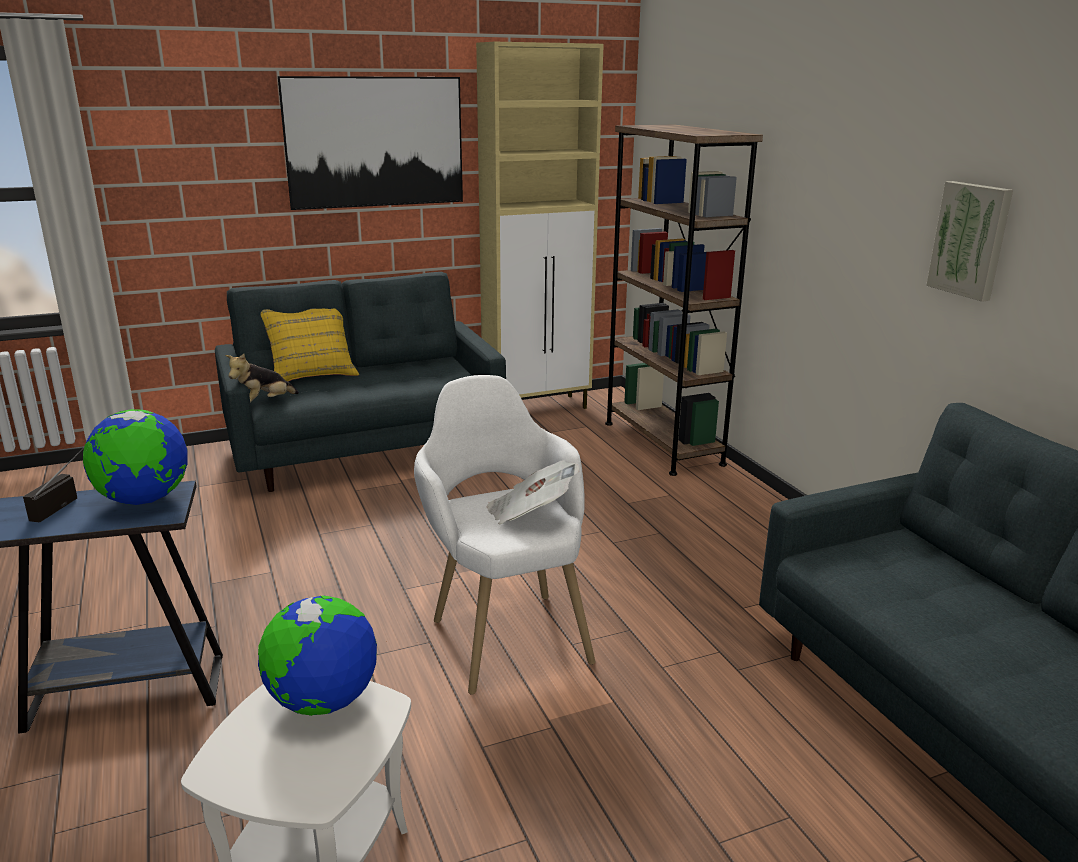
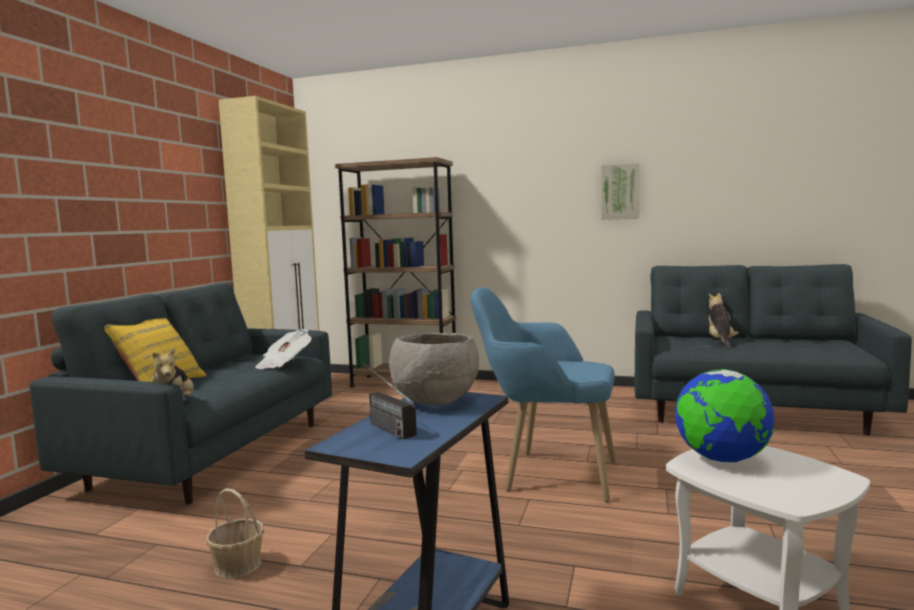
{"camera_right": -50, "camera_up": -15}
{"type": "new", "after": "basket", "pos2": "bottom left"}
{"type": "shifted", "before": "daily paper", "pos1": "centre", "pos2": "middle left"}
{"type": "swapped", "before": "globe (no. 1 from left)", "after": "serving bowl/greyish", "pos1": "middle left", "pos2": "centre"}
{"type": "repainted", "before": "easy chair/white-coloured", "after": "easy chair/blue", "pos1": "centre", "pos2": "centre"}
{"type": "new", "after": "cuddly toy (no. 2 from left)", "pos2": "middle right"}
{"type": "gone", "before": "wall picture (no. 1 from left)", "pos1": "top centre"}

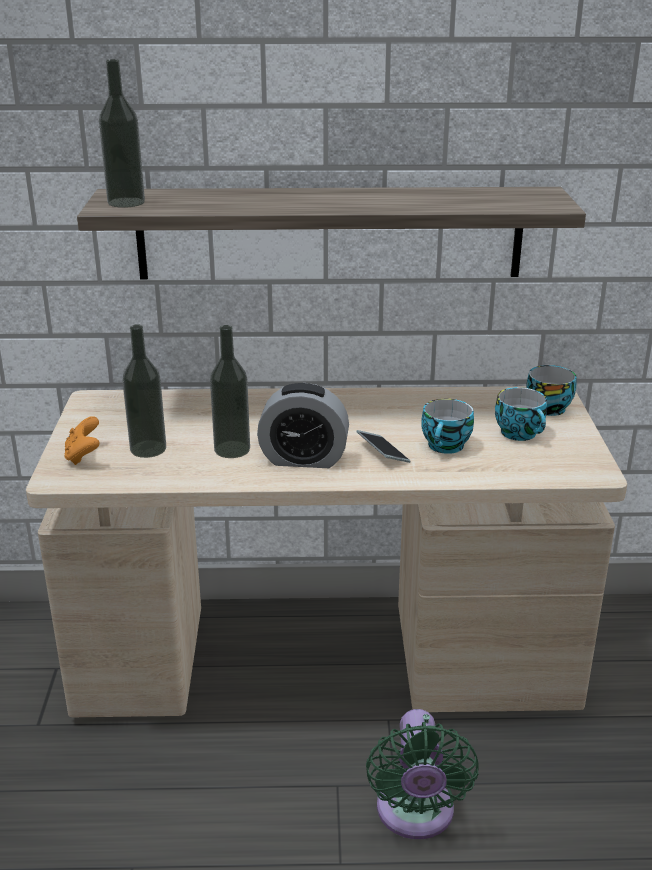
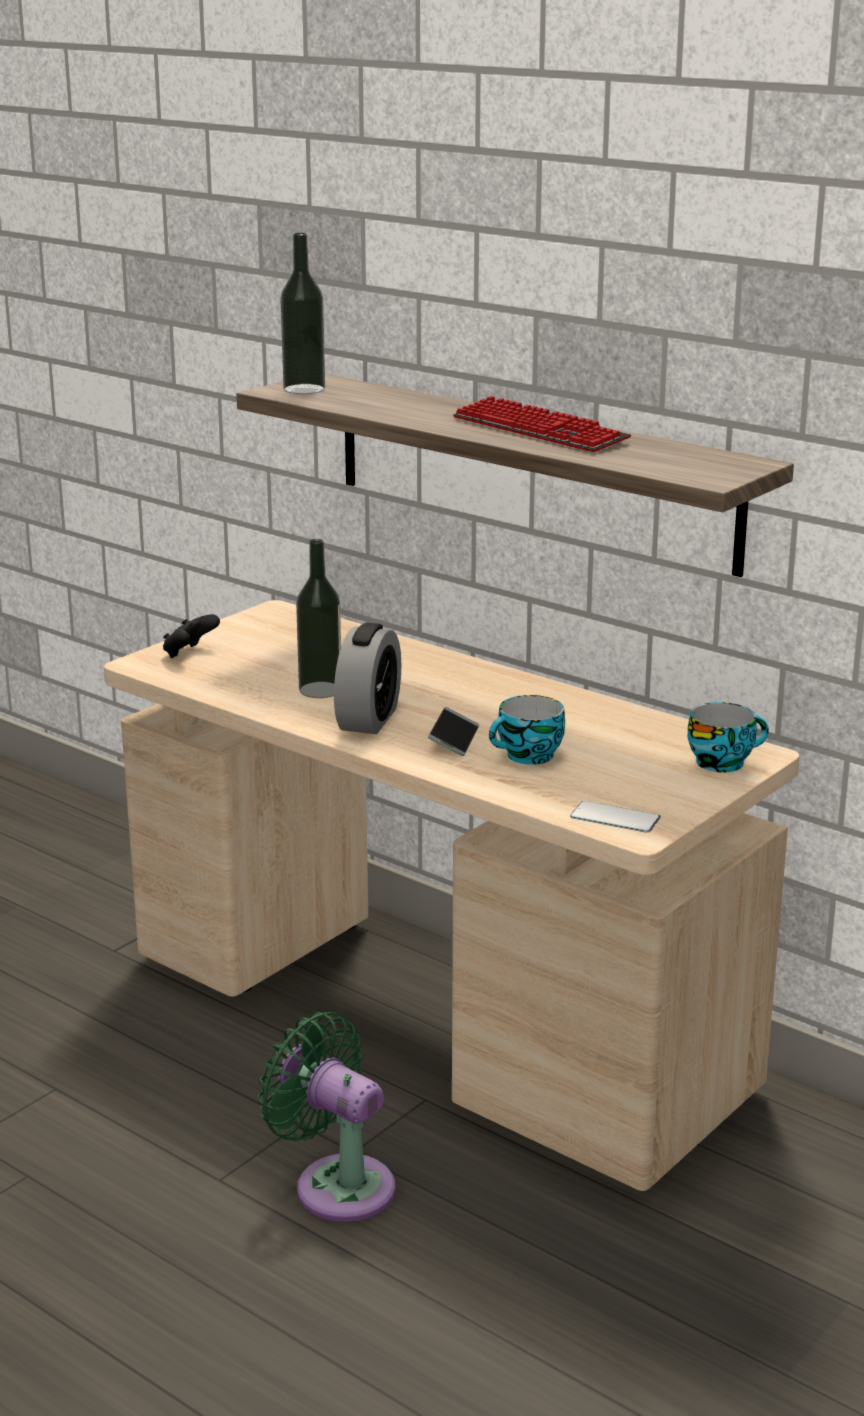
{"camera_right": 40, "camera_up": -5}
{"type": "repainted", "before": "gamepad/orange-coloured", "after": "gamepad/black", "pos1": "middle left", "pos2": "middle left"}
{"type": "rotated", "before": "cooling fan/green", "pos1": "bottom centre", "pos2": "bottom centre", "turn": 90}
{"type": "rotated", "before": "alarm clock", "pos1": "centre", "pos2": "centre", "turn": -120}
{"type": "new", "after": "PC keyboard", "pos2": "top centre"}
{"type": "new", "after": "handset (no. 2 from left)", "pos2": "middle right"}
{"type": "gone", "before": "drink bottle (no. 2 from left)", "pos1": "middle left"}
{"type": "gone", "before": "small cup (no. 2 from left)", "pos1": "middle right"}

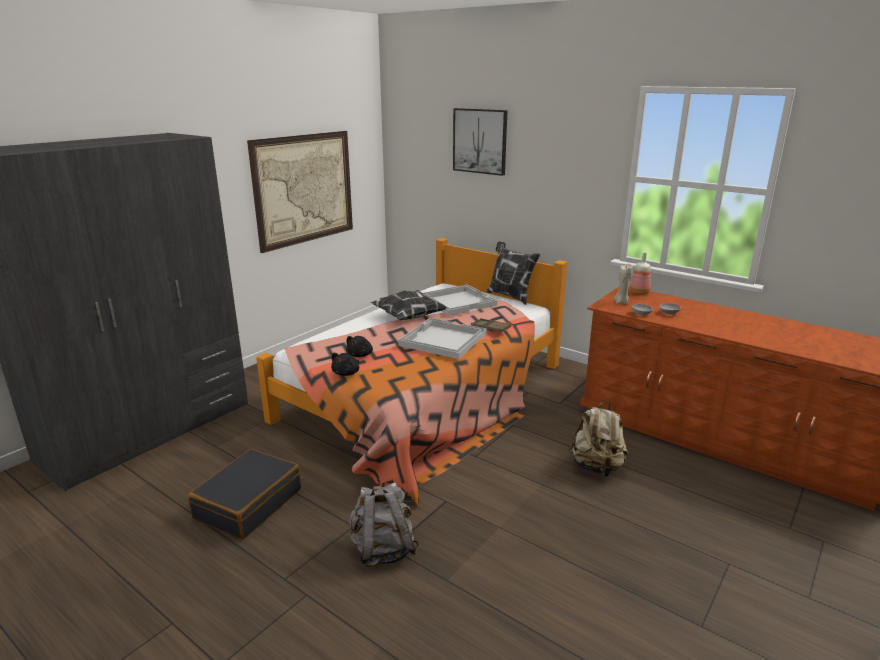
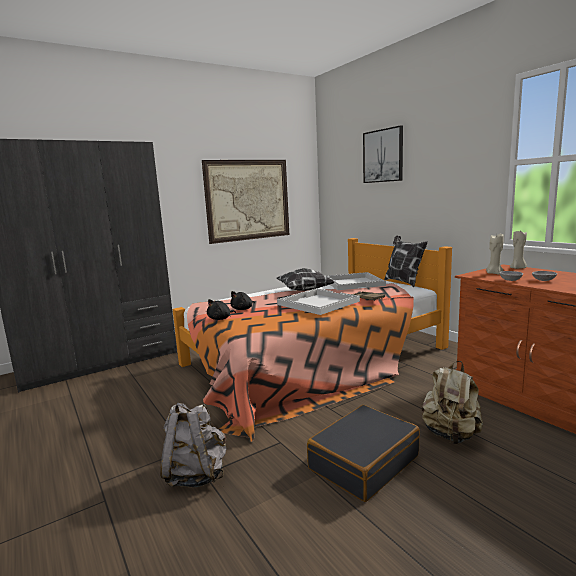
{"camera_right": 20, "camera_up": -10}
{"type": "shifted", "before": "suitcase/black", "pos1": "bottom left", "pos2": "bottom centre"}
{"type": "swapped", "before": "drink bottle", "after": "candle/beige (no. 2 from left)", "pos1": "middle right", "pos2": "middle right"}

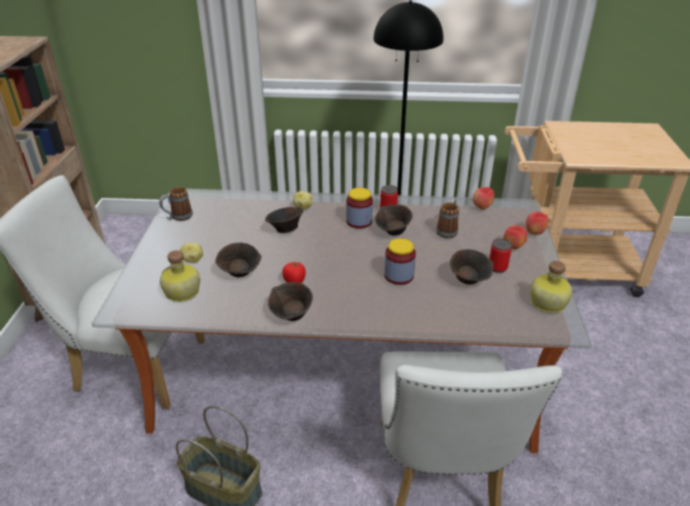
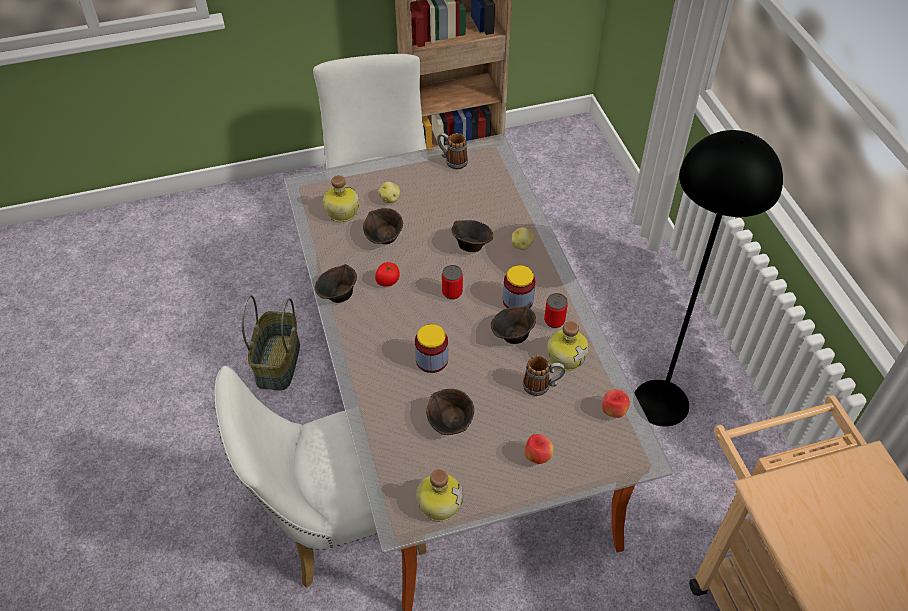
{"camera_right": 70, "camera_up": 15}
{"type": "shifted", "before": "sealed can (no. 2 from left in the first image)", "after": "sealed can (no. 1 from left)", "pos1": "middle right", "pos2": "centre"}
{"type": "new", "after": "drink bottle (no. 3 from left)", "pos2": "centre"}
{"type": "gone", "before": "whole apple (no. 3 from left)", "pos1": "middle right"}

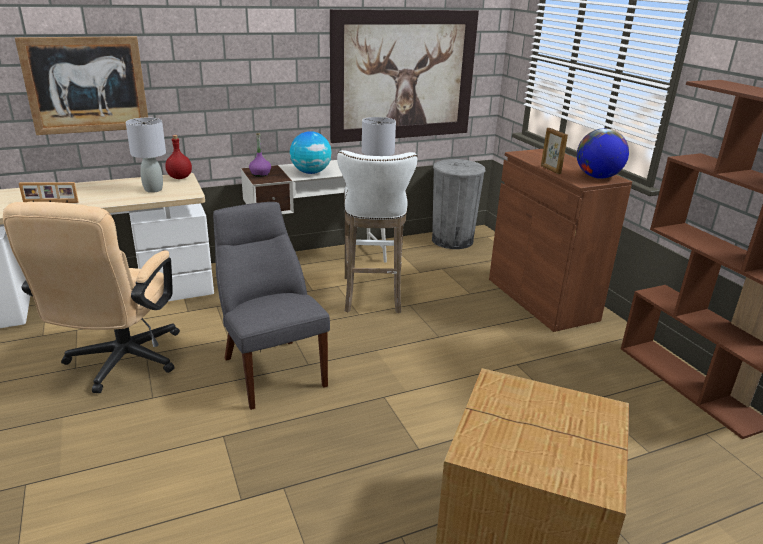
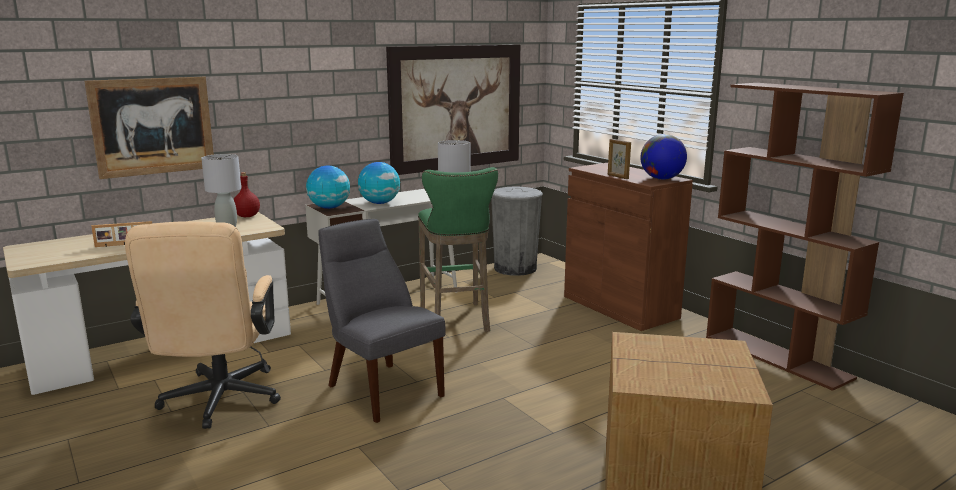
{"camera_right": -10, "camera_up": -10}
{"type": "swapped", "before": "drink bottle/purple-coloured", "after": "globe (no. 1 from left)", "pos1": "top centre", "pos2": "centre"}
{"type": "repainted", "before": "stool/white-coloured", "after": "stool/green", "pos1": "centre", "pos2": "centre"}

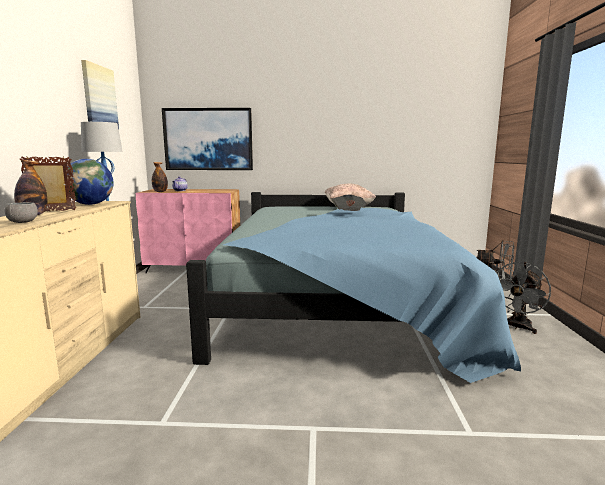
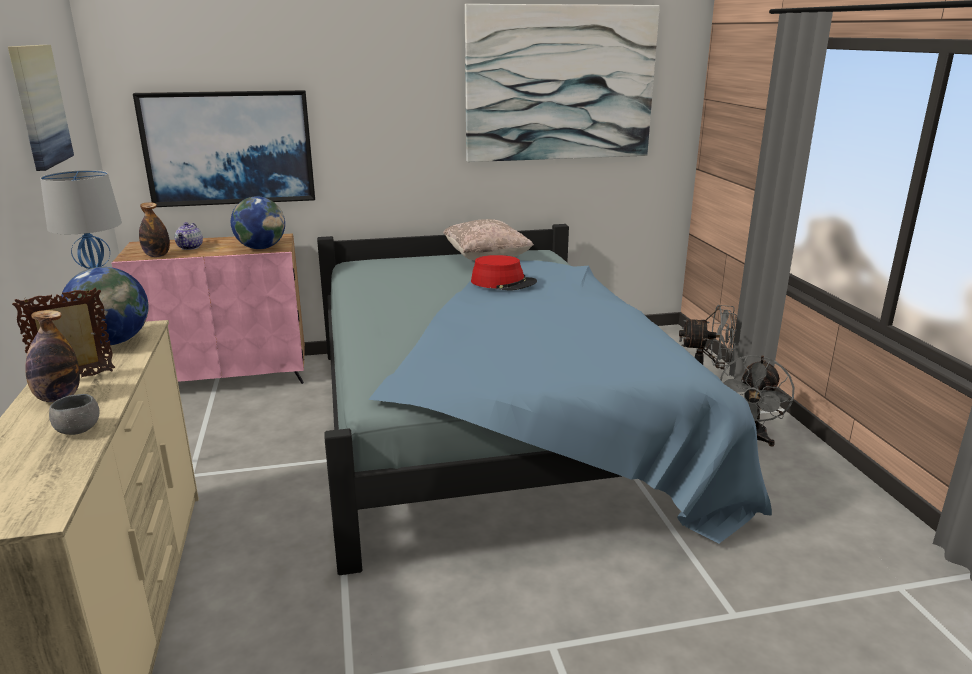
{"camera_right": -15, "camera_up": 10}
{"type": "new", "after": "globe (no. 2 from left)", "pos2": "top left"}
{"type": "new", "after": "wall picture (no. 3 from left)", "pos2": "top centre"}
{"type": "swapped", "before": "daily paper", "after": "hat/red-coloured", "pos1": "centre", "pos2": "centre"}

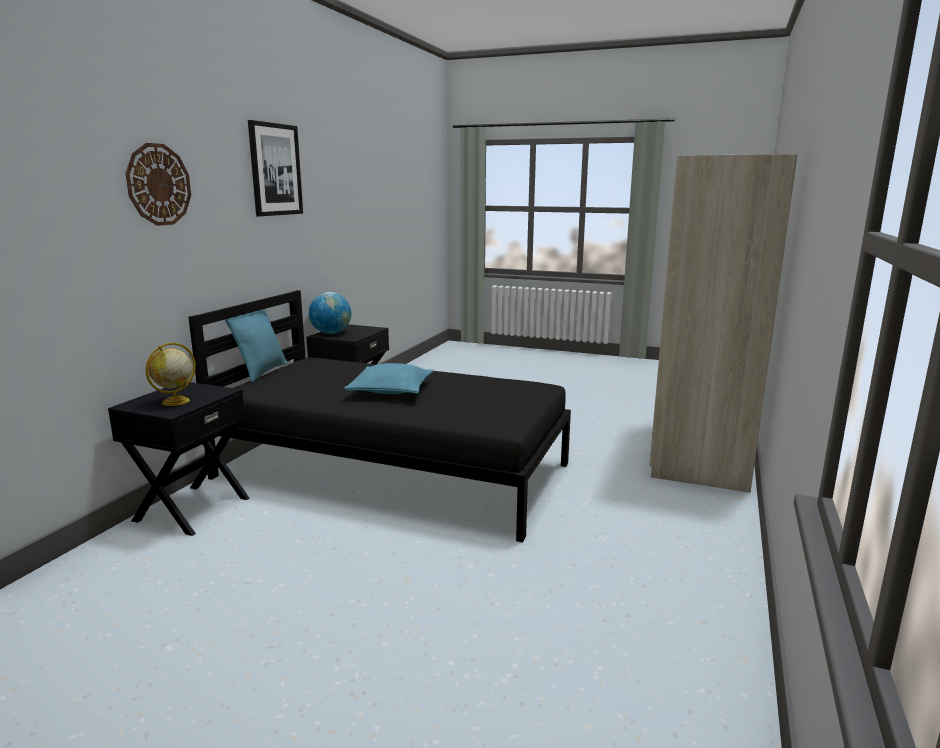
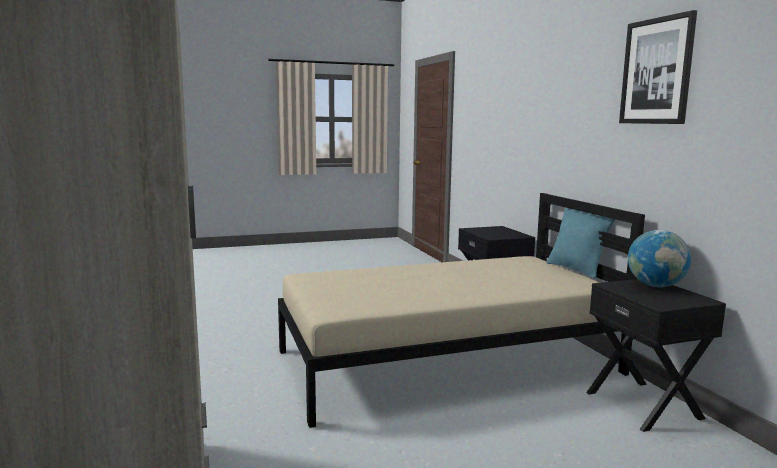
{"camera_right": 140, "camera_up": -5}
{"type": "repainted", "before": "bed/black", "after": "bed/beige", "pos1": "centre", "pos2": "centre"}
{"type": "gone", "before": "hanging clock", "pos1": "top left"}
{"type": "gone", "before": "globe (no. 1 from left)", "pos1": "middle left"}
{"type": "gone", "before": "cushion/turquoise-coloured (no. 2 from left)", "pos1": "centre"}

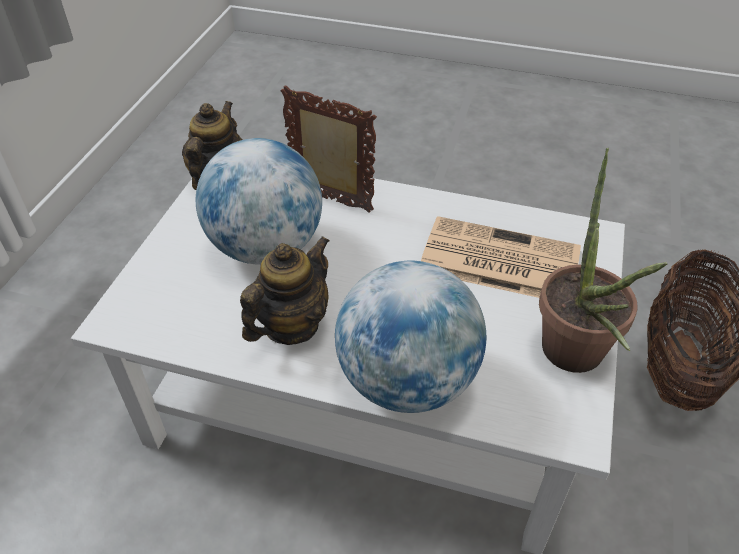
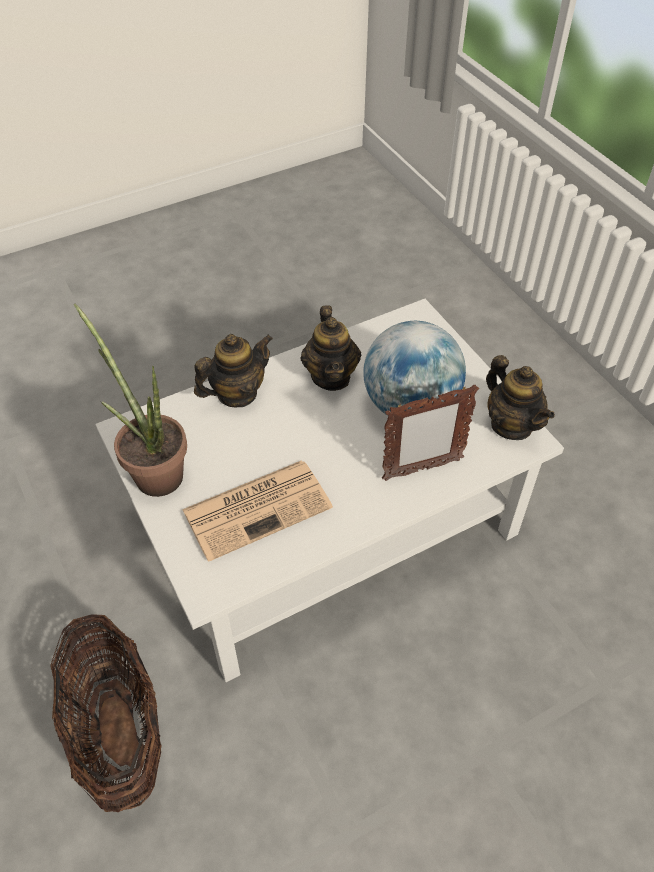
{"camera_right": 135, "camera_up": 5}
{"type": "swapped", "before": "globe (no. 2 from left)", "after": "pot for tea (no. 1 from left)", "pos1": "centre", "pos2": "centre"}

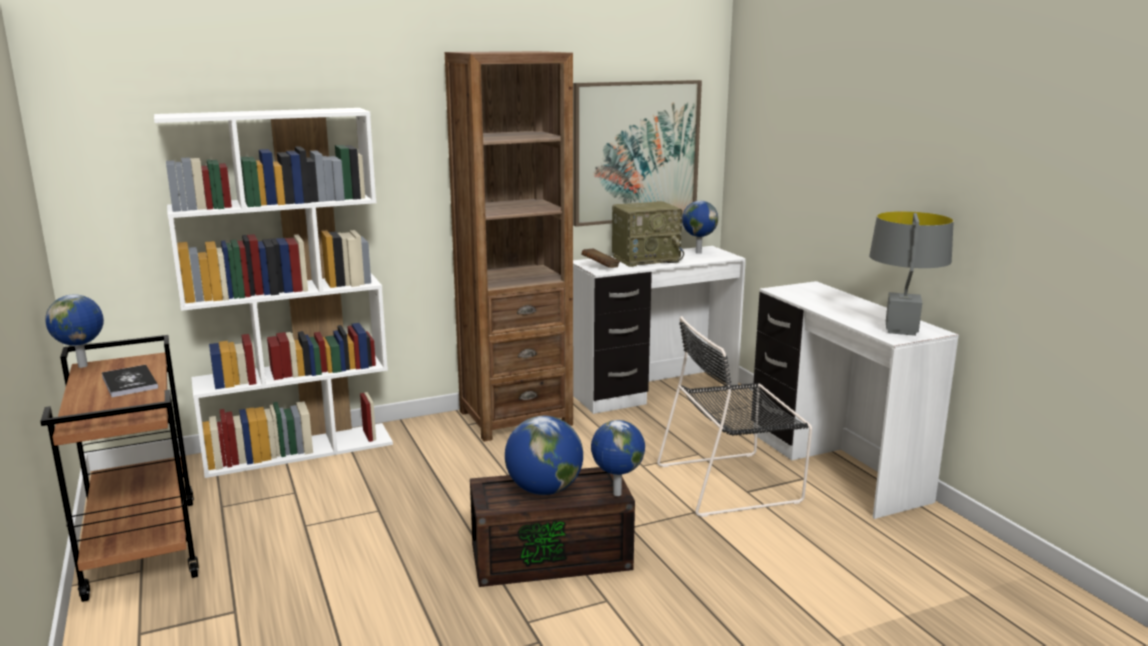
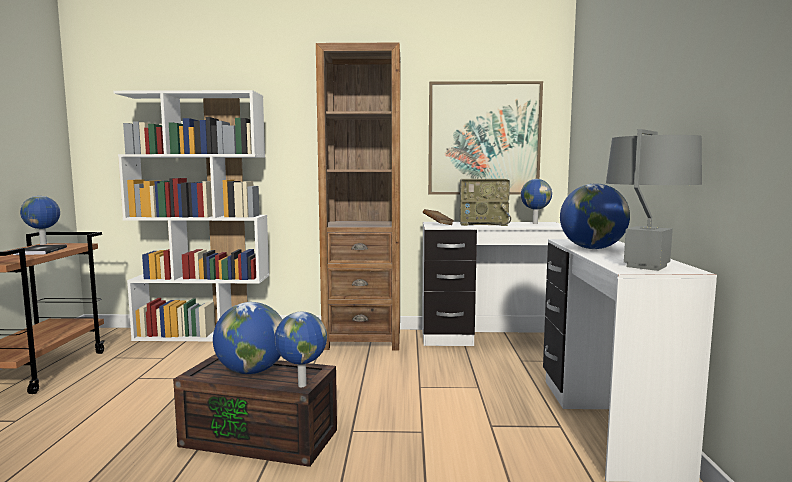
{"camera_right": 25, "camera_up": -10}
{"type": "new", "after": "globe (no. 5 from left)", "pos2": "middle right"}
{"type": "gone", "before": "upright chair/black", "pos1": "centre"}

